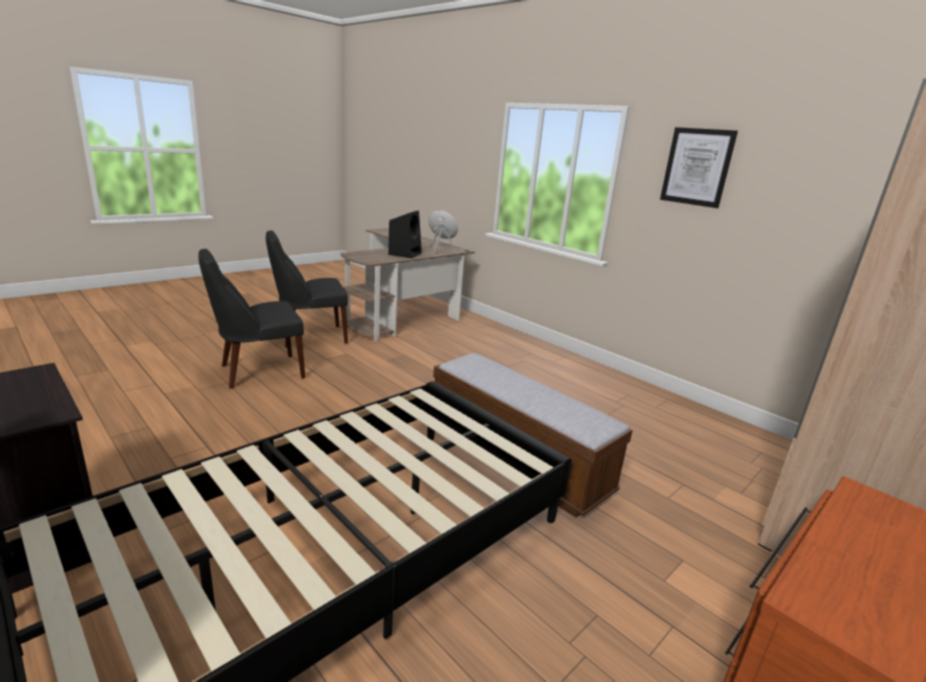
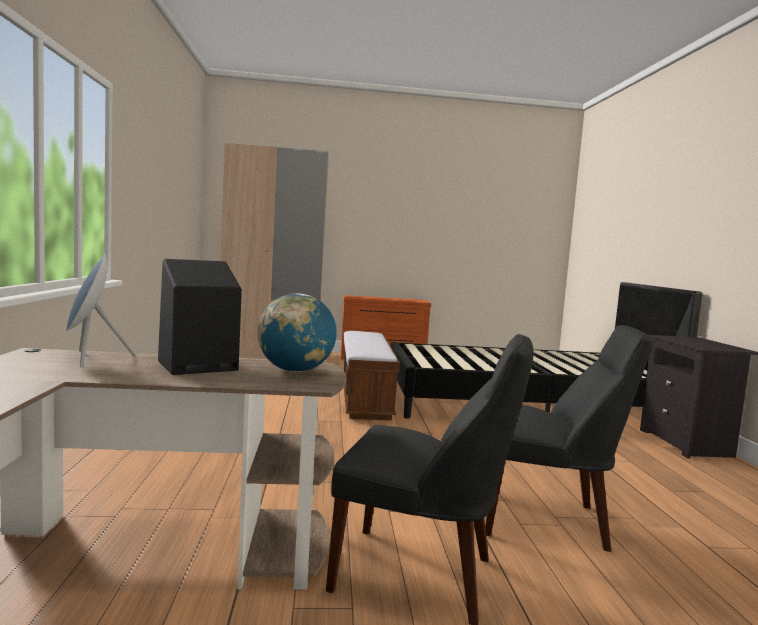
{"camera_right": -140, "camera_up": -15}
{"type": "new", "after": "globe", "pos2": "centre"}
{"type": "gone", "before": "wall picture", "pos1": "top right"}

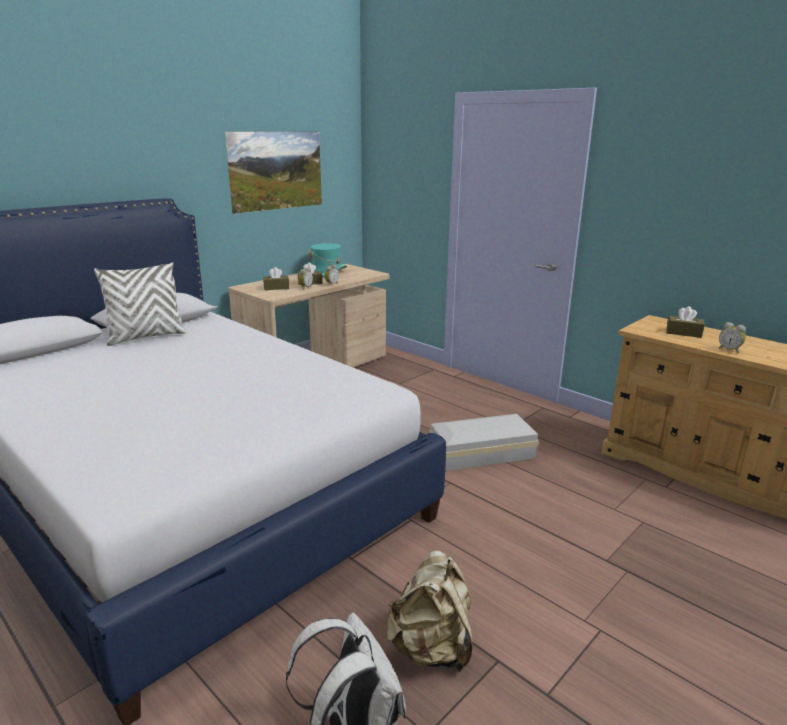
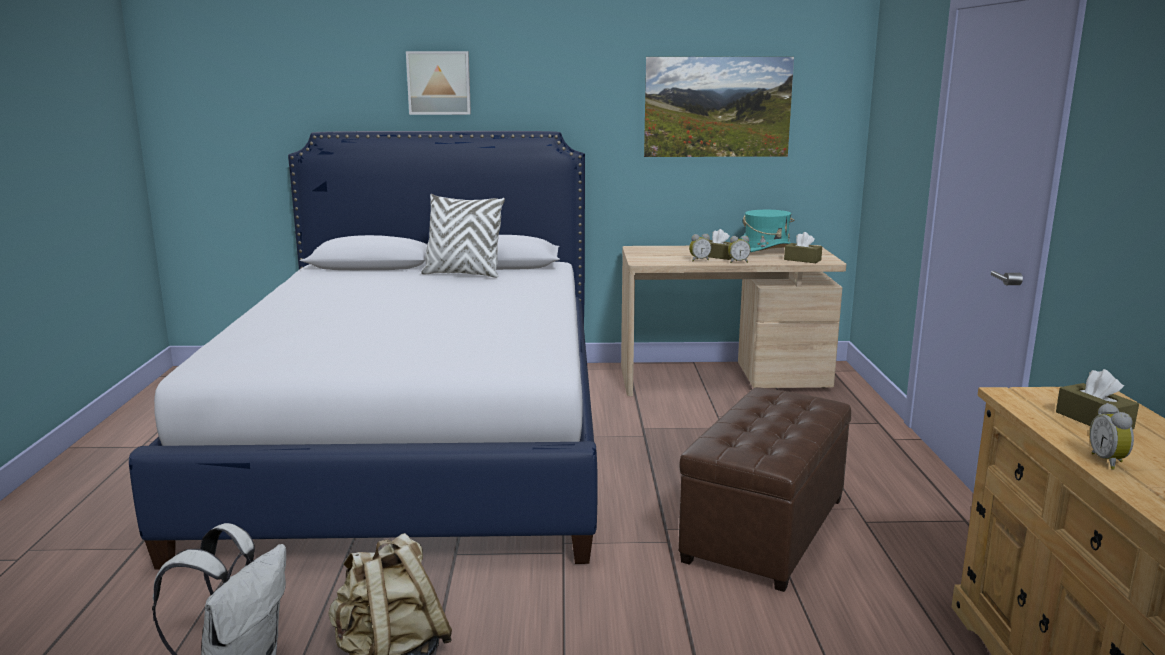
{"camera_right": 45, "camera_up": -5}
{"type": "new", "after": "wall picture (no. 1 from left)", "pos2": "top centre"}
{"type": "swapped", "before": "storage container/white-coloured", "after": "ottoman/brown", "pos1": "centre", "pos2": "bottom centre"}
{"type": "shifted", "before": "tissue box/brown (no. 1 from left in the first image)", "after": "tissue box/brown (no. 2 from left)", "pos1": "centre", "pos2": "middle right"}

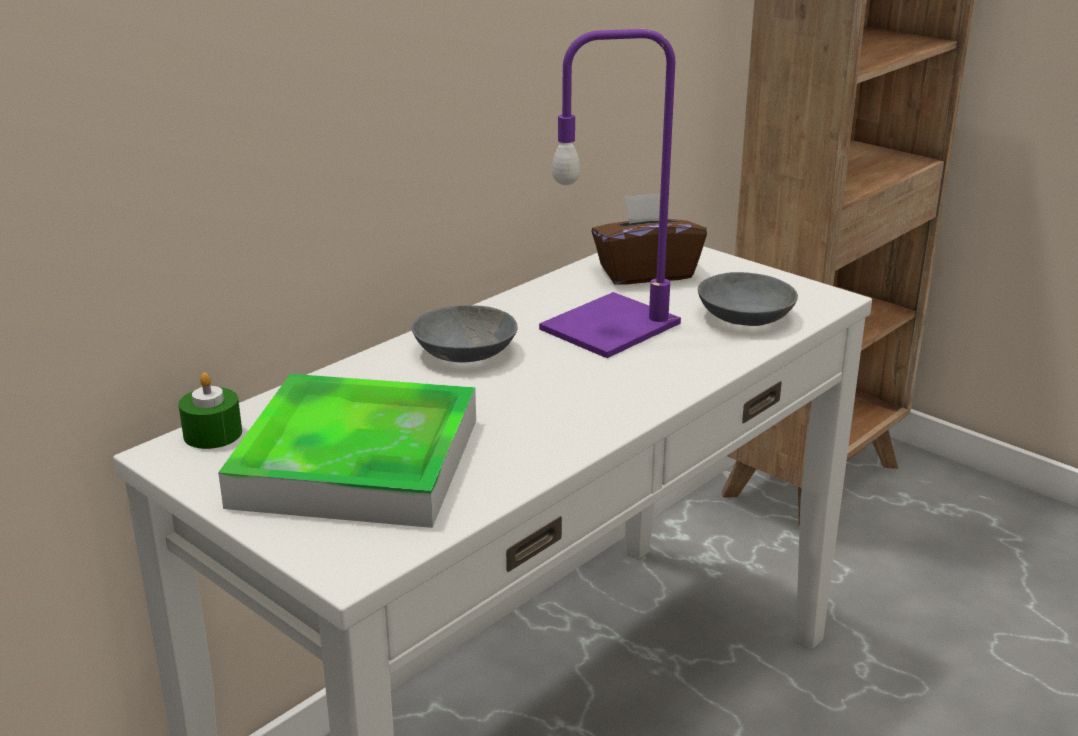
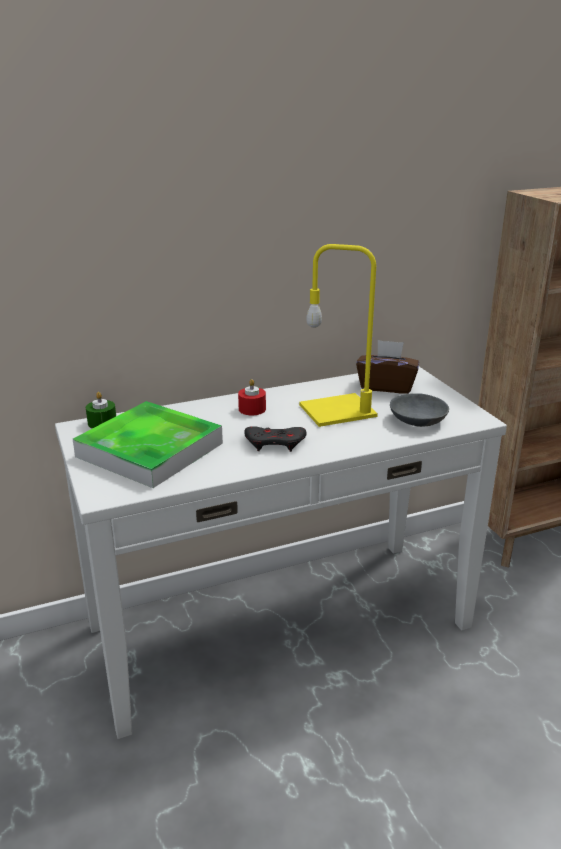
{"camera_right": 25, "camera_up": 0}
{"type": "swapped", "before": "serving bowl/greyish (no. 1 from left)", "after": "candle/red-coloured", "pos1": "centre", "pos2": "centre"}
{"type": "new", "after": "gamepad/greyish", "pos2": "centre"}
{"type": "repainted", "before": "table lamp/purple-coloured", "after": "table lamp/yellow", "pos1": "top centre", "pos2": "centre"}

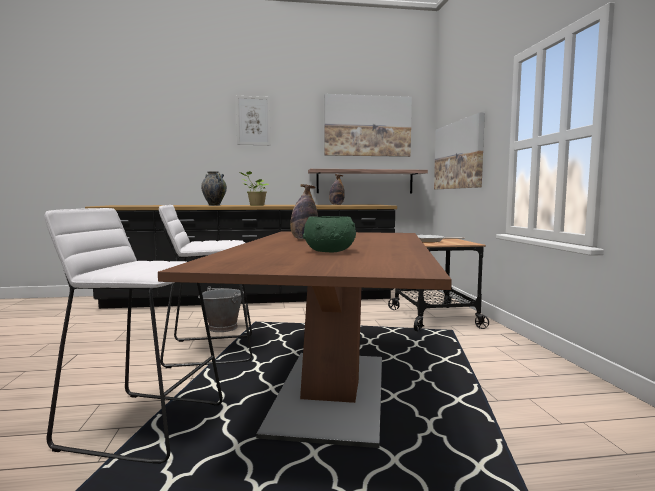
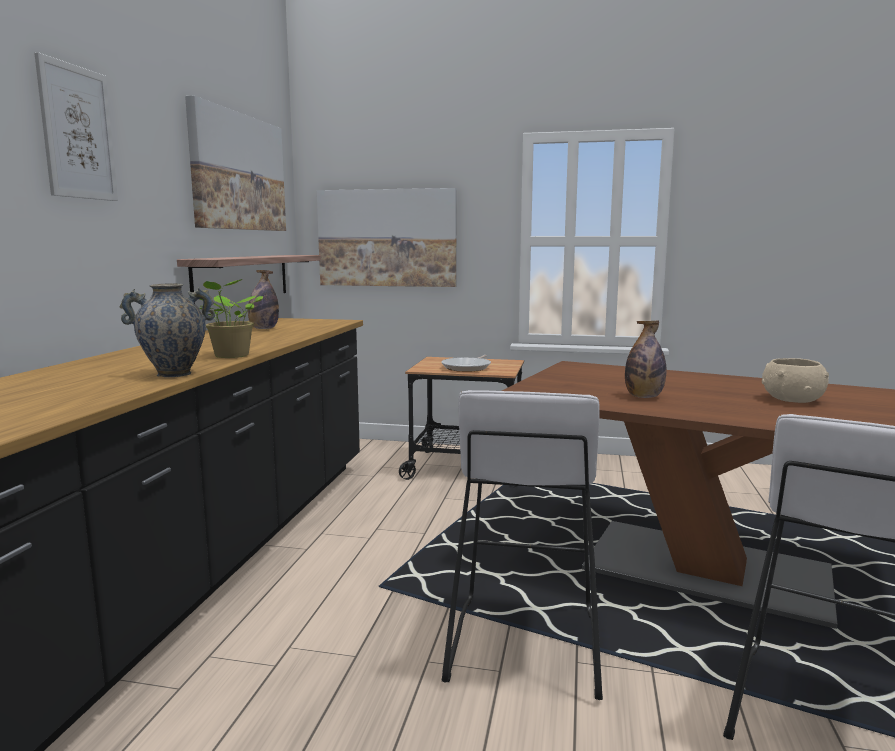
{"camera_right": -70, "camera_up": 5}
{"type": "repainted", "before": "serving bowl/green", "after": "serving bowl/beige", "pos1": "centre", "pos2": "middle right"}
{"type": "gone", "before": "pail/greyish", "pos1": "centre"}

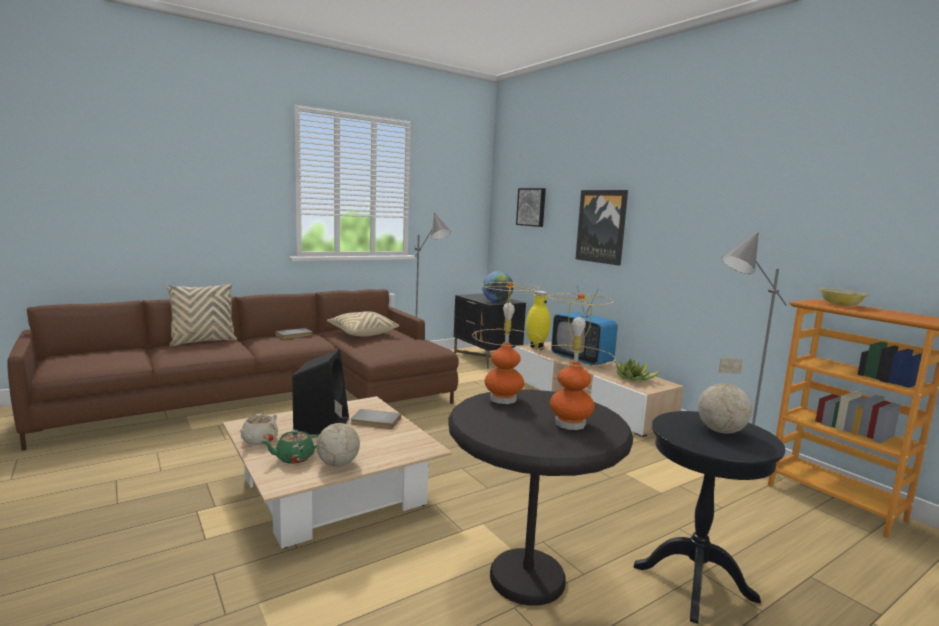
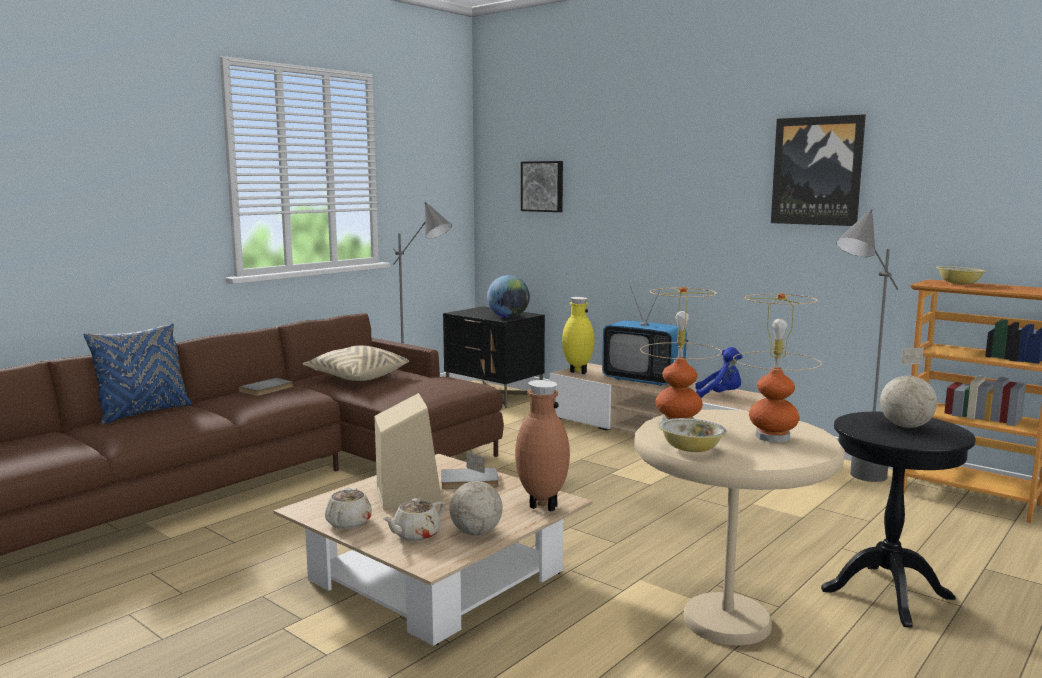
{"camera_right": -15, "camera_up": 0}
{"type": "repainted", "before": "cushion/beige (no. 1 from left)", "after": "cushion/blue", "pos1": "middle left", "pos2": "middle left"}
{"type": "repainted", "before": "audio speaker/black", "after": "audio speaker/beige", "pos1": "centre", "pos2": "centre"}
{"type": "repainted", "before": "pot for tea/green", "after": "pot for tea/beige (no. 2 from left)", "pos1": "bottom left", "pos2": "bottom centre"}
{"type": "new", "after": "decorative vase/brown", "pos2": "centre"}
{"type": "repainted", "before": "side table/black (no. 1 from left)", "after": "side table/beige", "pos1": "bottom centre", "pos2": "bottom right"}
{"type": "new", "after": "serving bowl (no. 1 from left)", "pos2": "centre"}
{"type": "swapped", "before": "potted plant", "after": "cuddly toy/blue", "pos1": "middle right", "pos2": "middle right"}
{"type": "shifted", "before": "wall picture (no. 2 from left)", "pos1": "centre", "pos2": "top right"}

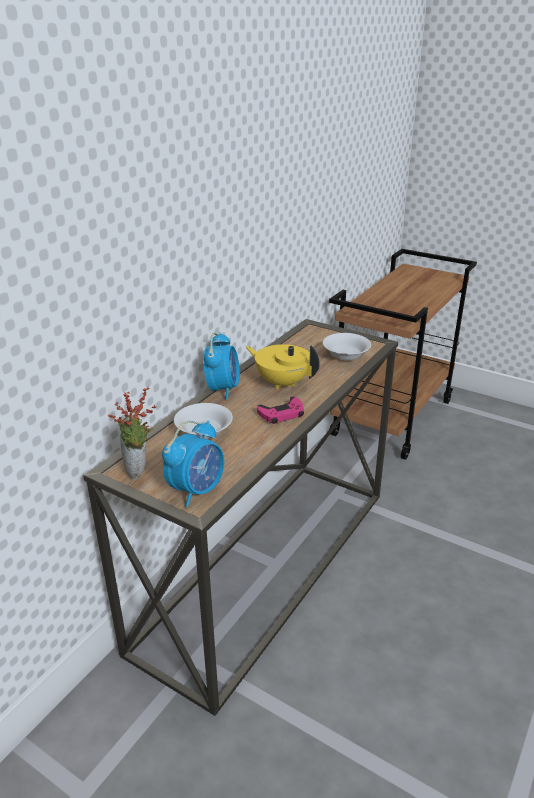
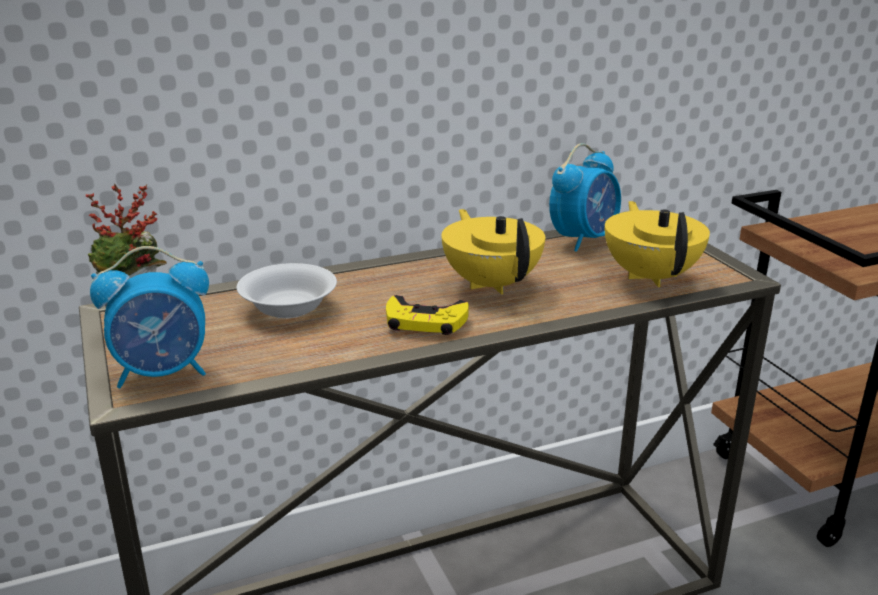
{"camera_right": 35, "camera_up": -5}
{"type": "repainted", "before": "gamepad/pinkish", "after": "gamepad/yellow", "pos1": "centre", "pos2": "centre"}
{"type": "shifted", "before": "alarm clock (no. 2 from left)", "pos1": "centre", "pos2": "top centre"}
{"type": "swapped", "before": "serving bowl/white-coloured (no. 2 from left)", "after": "pot for tea/yellow (no. 2 from left)", "pos1": "centre", "pos2": "middle right"}

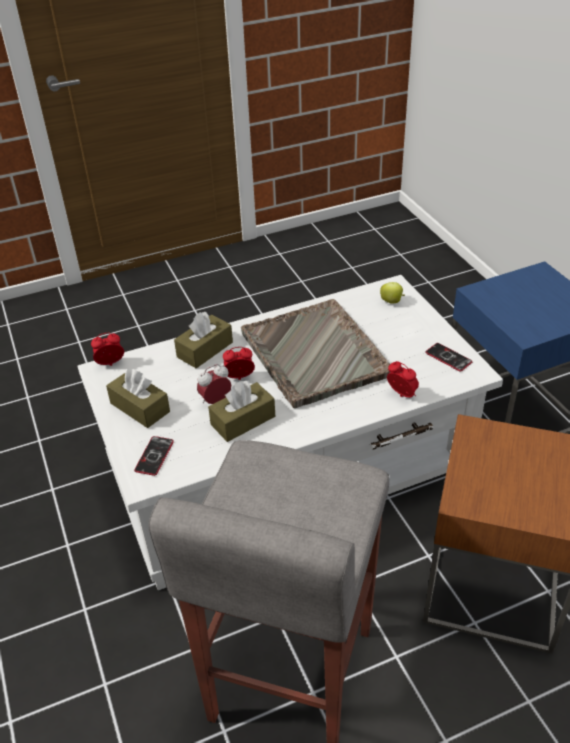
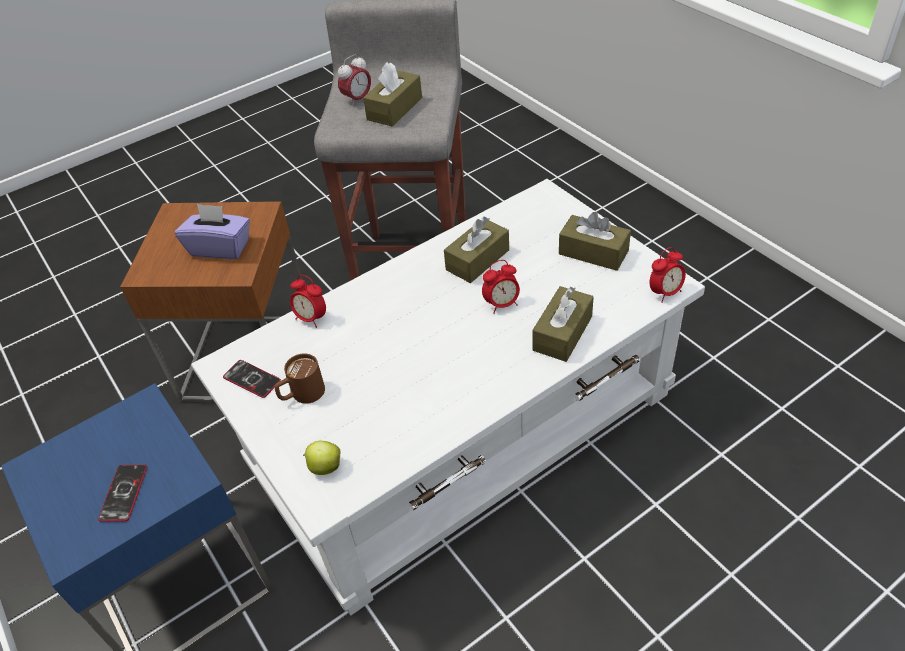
{"camera_right": 170, "camera_up": 5}
{"type": "shifted", "before": "handset (no. 1 from left)", "pos1": "middle left", "pos2": "bottom left"}
{"type": "new", "after": "tissue box/purple-coloured", "pos2": "middle left"}
{"type": "new", "after": "mug/brown", "pos2": "middle left"}
{"type": "shifted", "before": "alarm clock (no. 2 from left)", "pos1": "centre", "pos2": "top centre"}
{"type": "new", "after": "tissue box/brown (no. 1 from left)", "pos2": "top centre"}
{"type": "gone", "before": "tray/greyish", "pos1": "centre"}

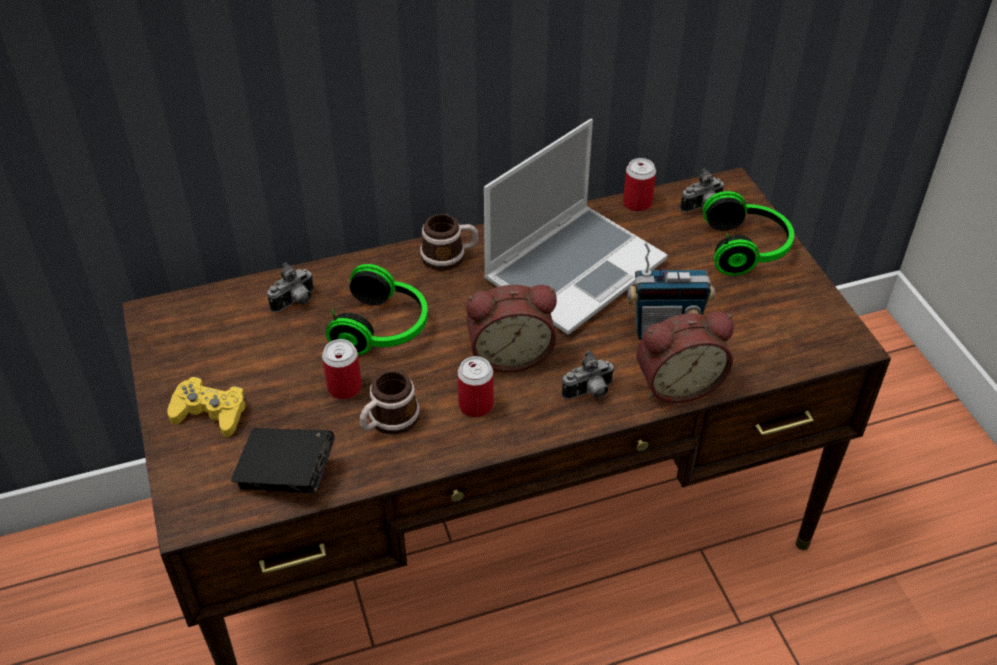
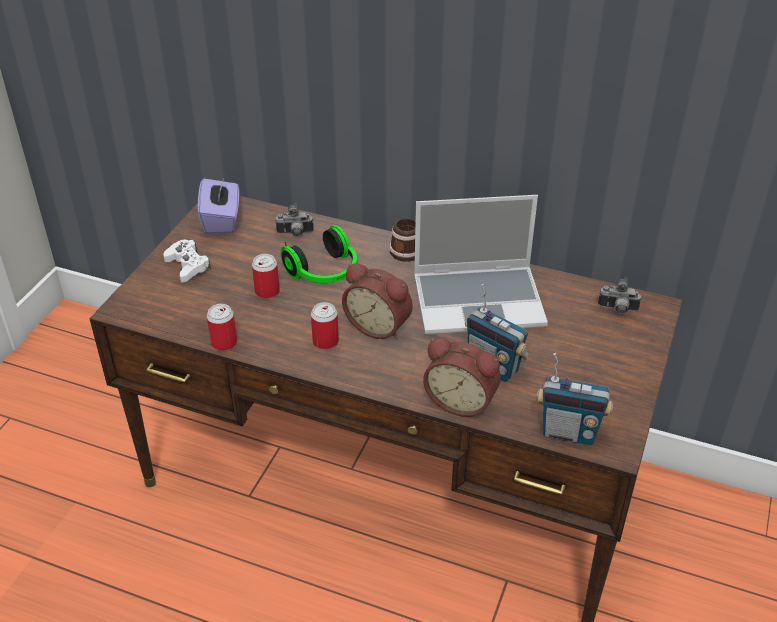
{"camera_right": 40, "camera_up": -5}
{"type": "repainted", "before": "gamepad/yellow", "after": "gamepad/white-coloured", "pos1": "middle left", "pos2": "middle left"}
{"type": "new", "after": "tissue box/purple-coloured", "pos2": "top left"}
{"type": "shifted", "before": "sealed can (no. 3 from left in the first image)", "after": "sealed can (no. 1 from left)", "pos1": "top centre", "pos2": "middle left"}
{"type": "new", "after": "radio (no. 2 from left)", "pos2": "middle right"}
{"type": "gone", "before": "bound book/black", "pos1": "bottom left"}
{"type": "gone", "before": "mug (no. 1 from left)", "pos1": "centre"}
{"type": "gone", "before": "still camera (no. 2 from left)", "pos1": "centre"}
{"type": "gone", "before": "headset (no. 2 from left)", "pos1": "middle right"}

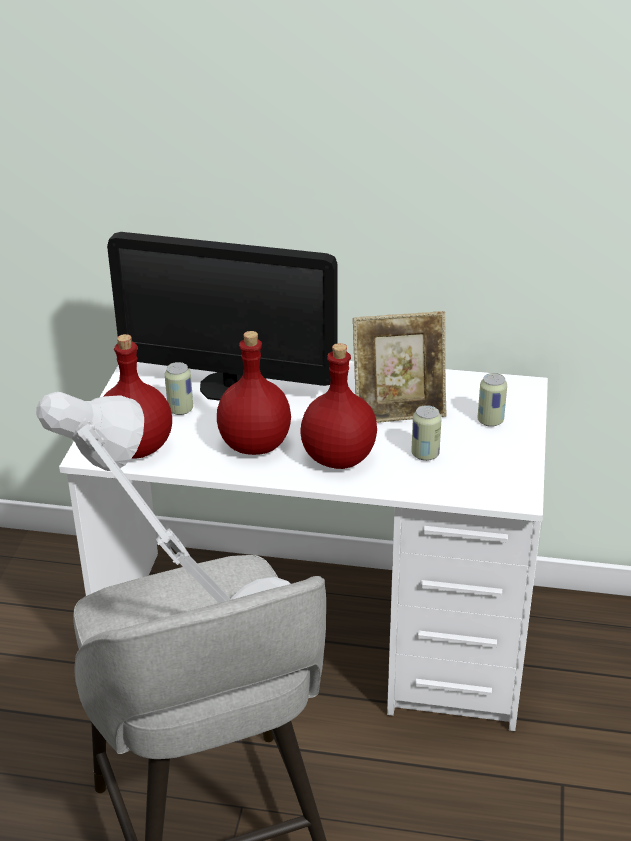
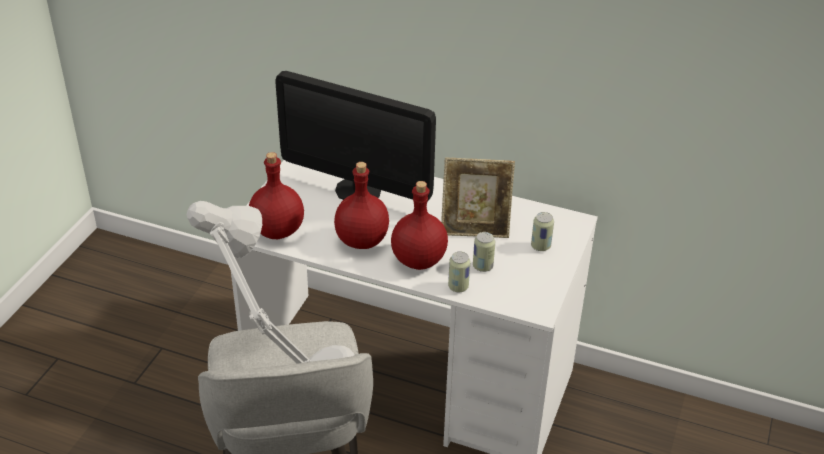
{"camera_right": 10, "camera_up": 5}
{"type": "shifted", "before": "sealed can (no. 1 from left)", "pos1": "middle left", "pos2": "centre"}

